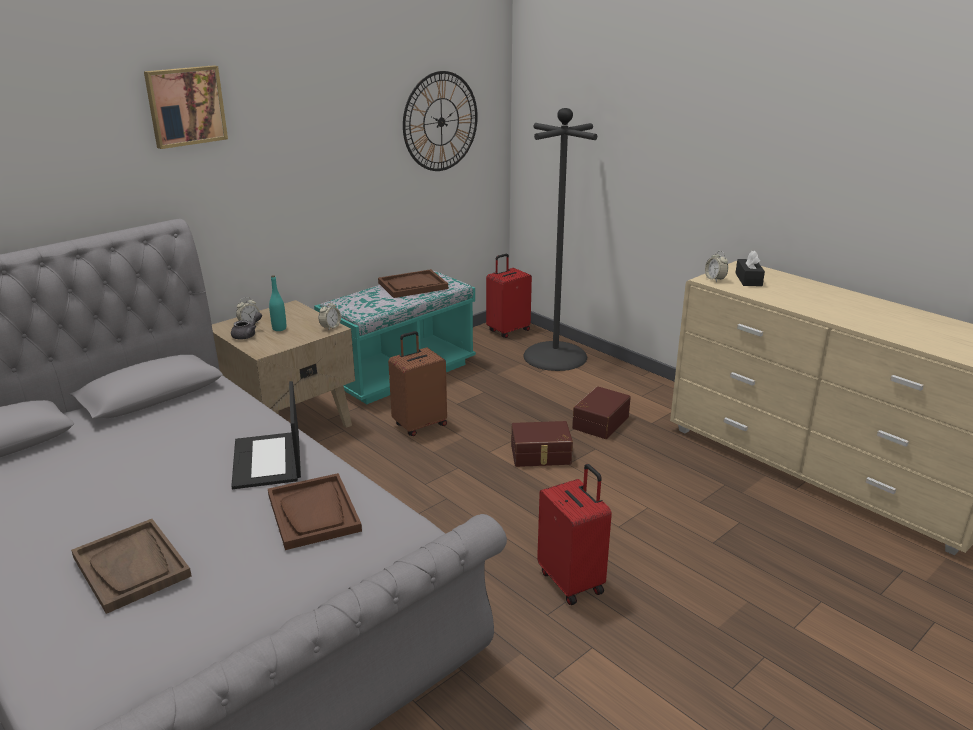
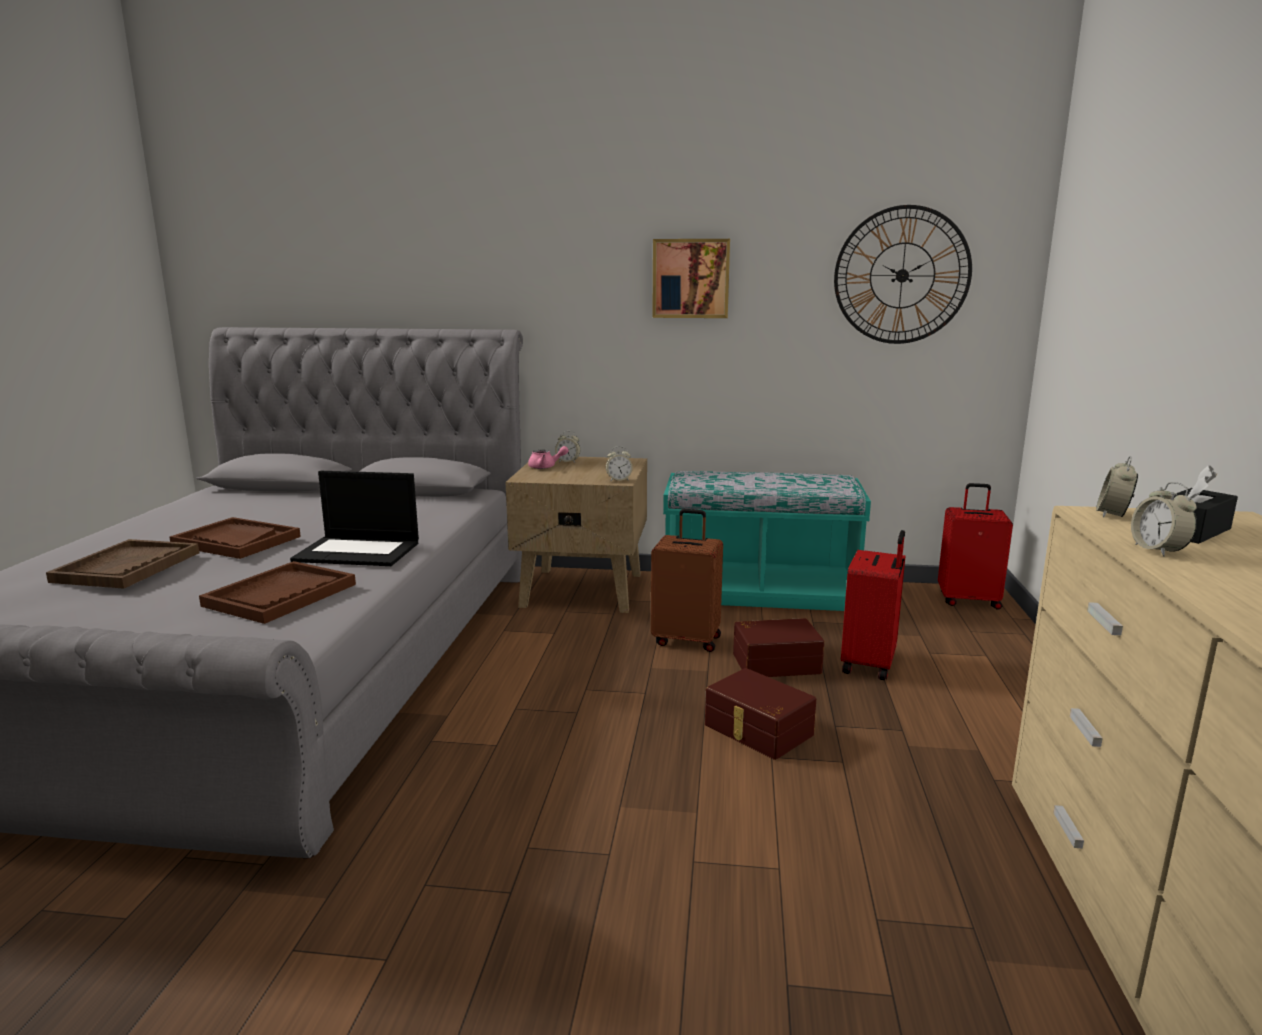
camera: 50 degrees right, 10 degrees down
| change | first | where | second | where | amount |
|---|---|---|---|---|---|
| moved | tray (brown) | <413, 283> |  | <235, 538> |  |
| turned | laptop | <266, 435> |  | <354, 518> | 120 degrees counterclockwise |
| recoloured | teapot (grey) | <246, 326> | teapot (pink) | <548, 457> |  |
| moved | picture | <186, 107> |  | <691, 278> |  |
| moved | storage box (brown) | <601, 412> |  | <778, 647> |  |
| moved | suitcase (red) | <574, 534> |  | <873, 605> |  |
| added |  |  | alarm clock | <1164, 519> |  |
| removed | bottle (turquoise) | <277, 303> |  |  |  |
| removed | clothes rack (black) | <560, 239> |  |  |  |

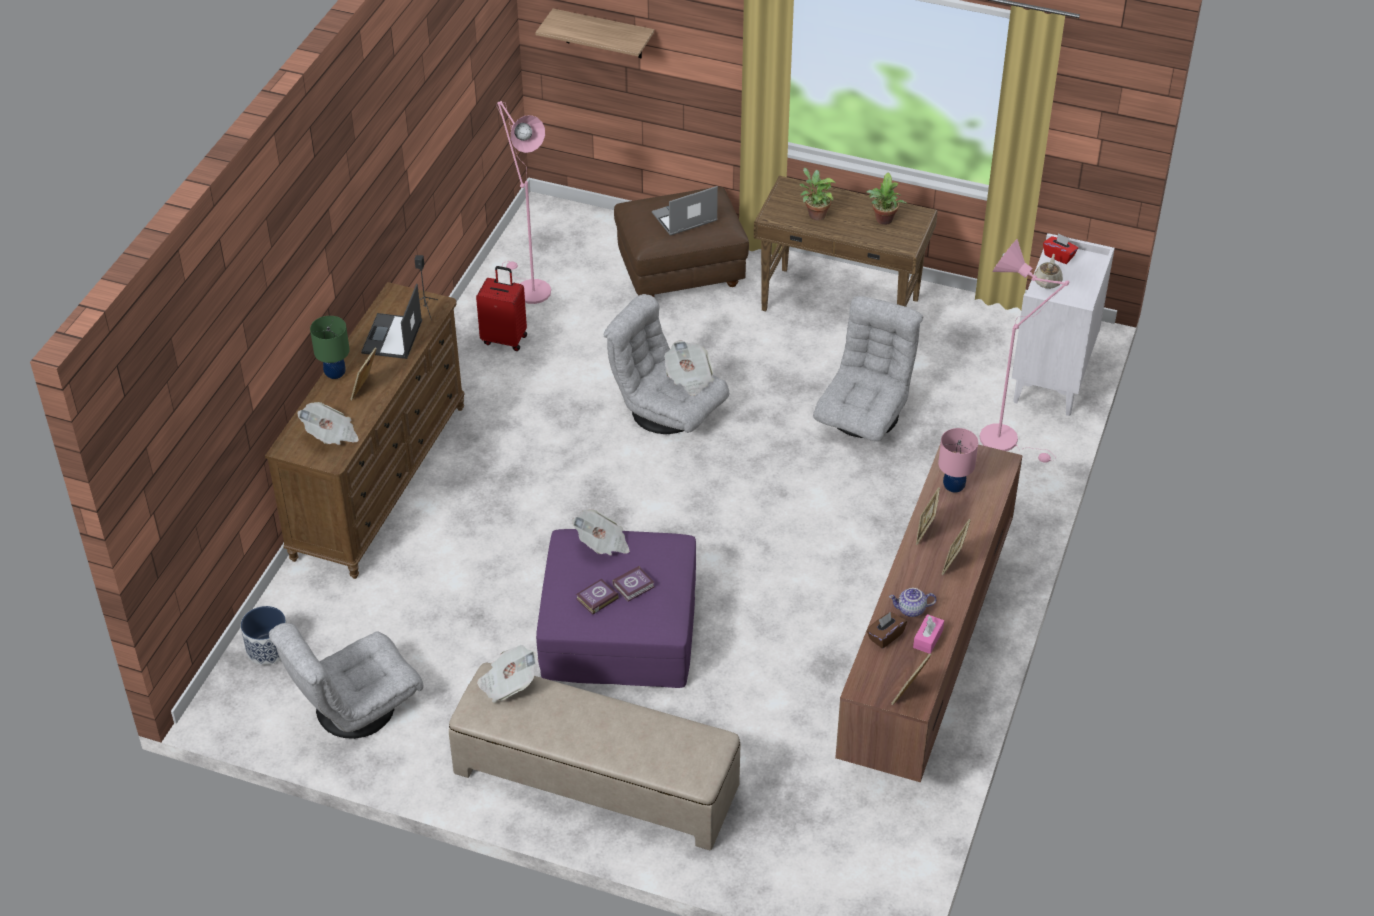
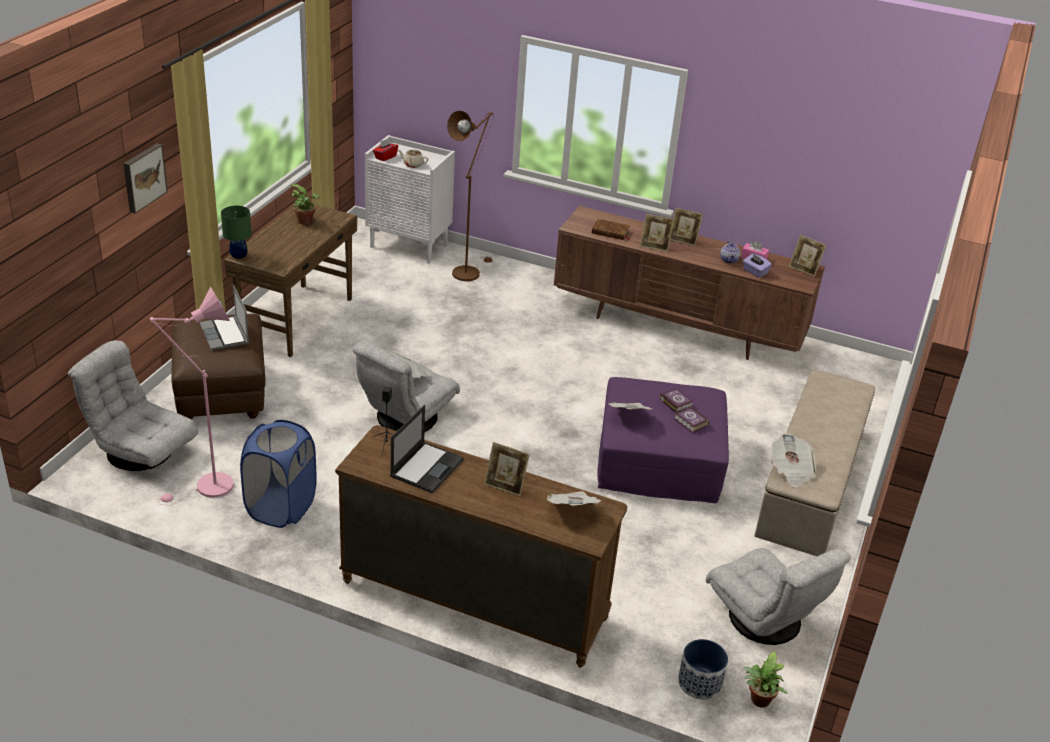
camera: 90 degrees left, 10 degrees down
| change | first | where | second | where | amount |
|---|---|---|---|---|---|
| moved | armchair (grey) | <868, 368> |  | <133, 405> |  |
| added |  |  | picture | <145, 178> |  |
| moved | table lamp (green) | <330, 347> |  | <236, 232> |  |
| replaced | suitcase (red) | <501, 308> | laundry basket (blue) | <278, 474> |  |
| turned | laptop | <391, 321> |  | <427, 449> | 75 degrees counterclockwise |
| recoloured | floor lamp (pink) | <1024, 351> | floor lamp (brown) | <470, 196> |  |
| replaced | table lamp (pink) | <958, 460> | book (brown) | <611, 229> |  |
| recoloured | tissue box (brown) | <886, 630> | tissue box (purple) | <757, 265> |  |
| moved | potted plant | <817, 194> |  | <765, 679> |  |
| removed | shelf | <594, 33> |  |  |  |

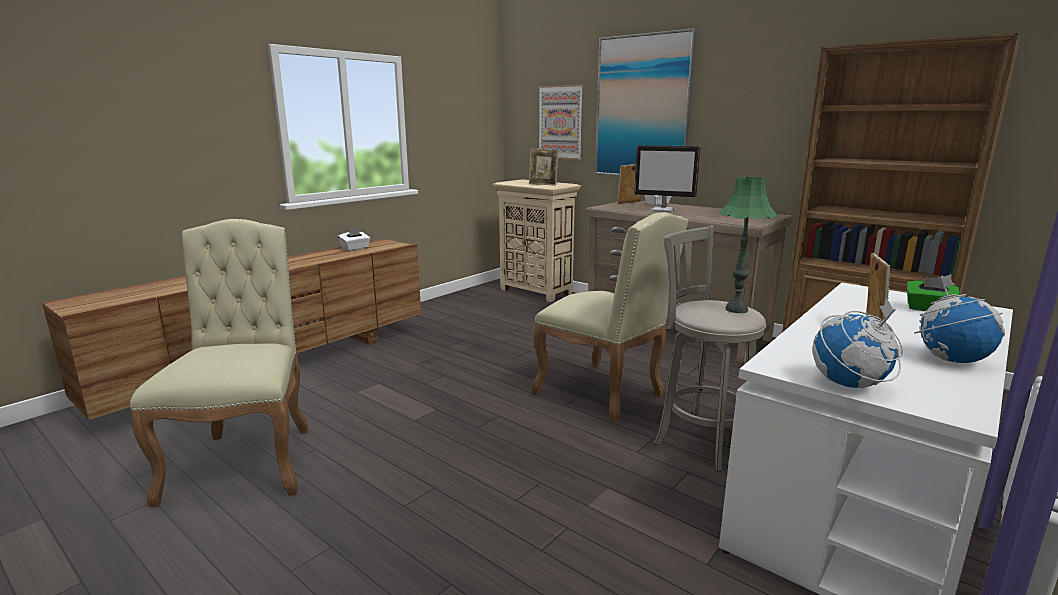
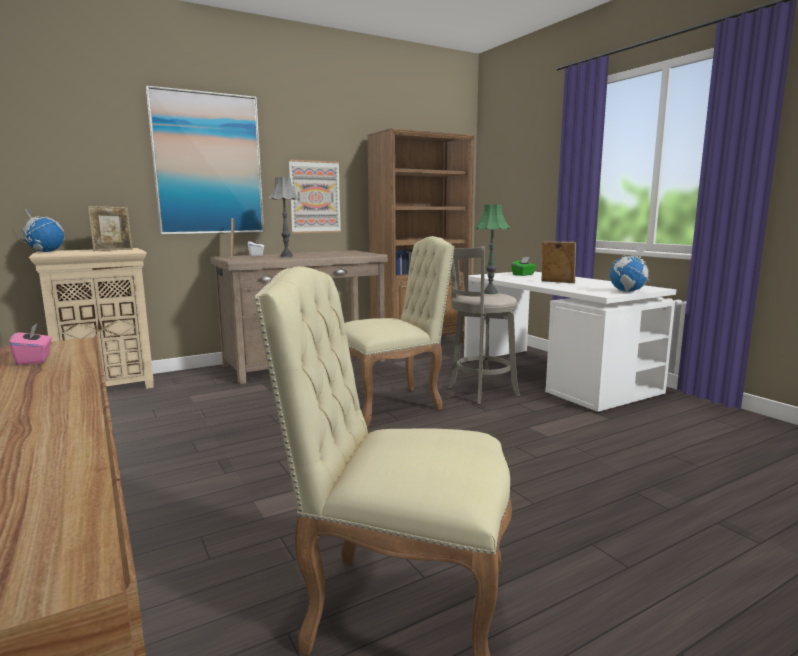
camera: 70 degrees left, 5 degrees down
| change | first | where | second | where | amount |
|---|---|---|---|---|---|
| recoloured | tissue box (white) | <354, 239> | tissue box (pink) | <30, 344> |  |
| moved | globe | <959, 318> |  | <43, 229> |  |
| replaced | monitor | <667, 178> | table lamp (grey) | <283, 217> |  |
| moved | picture | <561, 122> |  | <315, 196> |  |

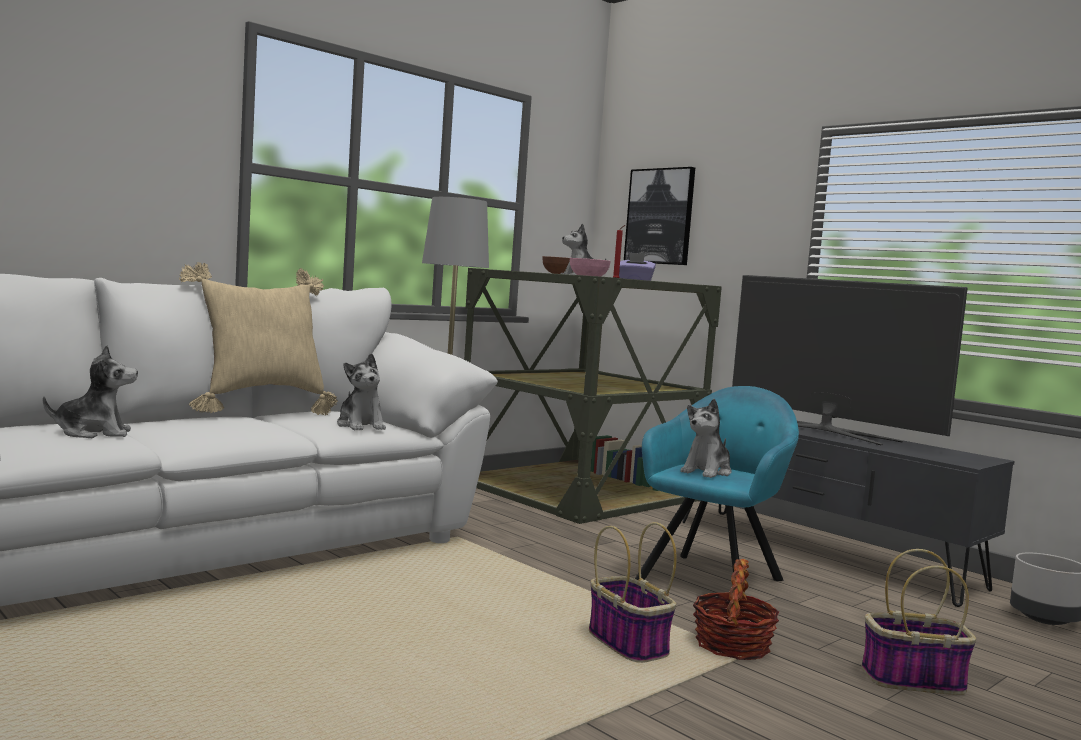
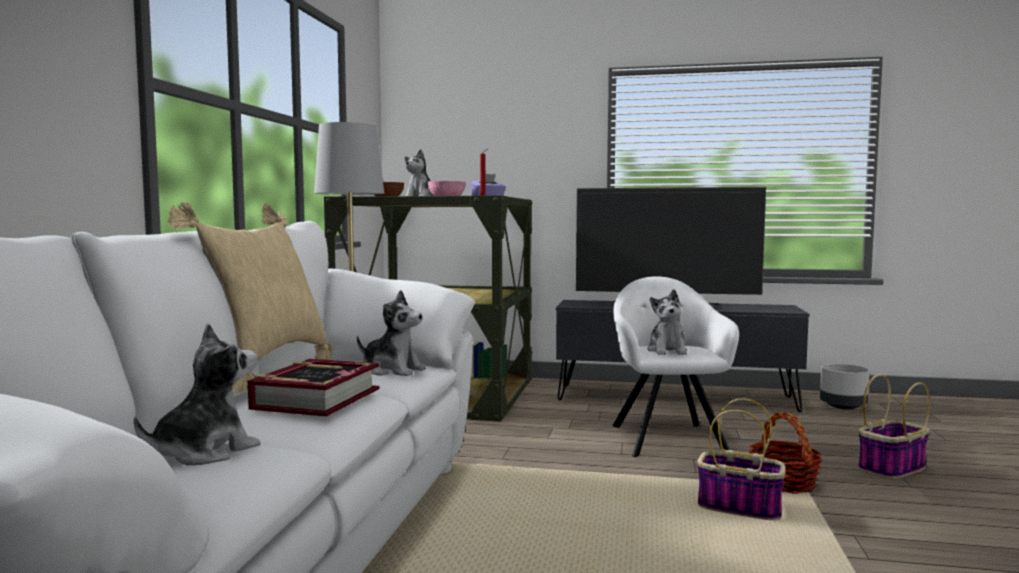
camera: 35 degrees left, 0 degrees up
| change | first | where | second | where | amount |
|---|---|---|---|---|---|
| added |  |  | book | <313, 388> |  |
| recoloured | armchair (turquoise) | <717, 483> | armchair (white) | <675, 366> |  |
| removed | picture | <659, 216> |  |  |  |

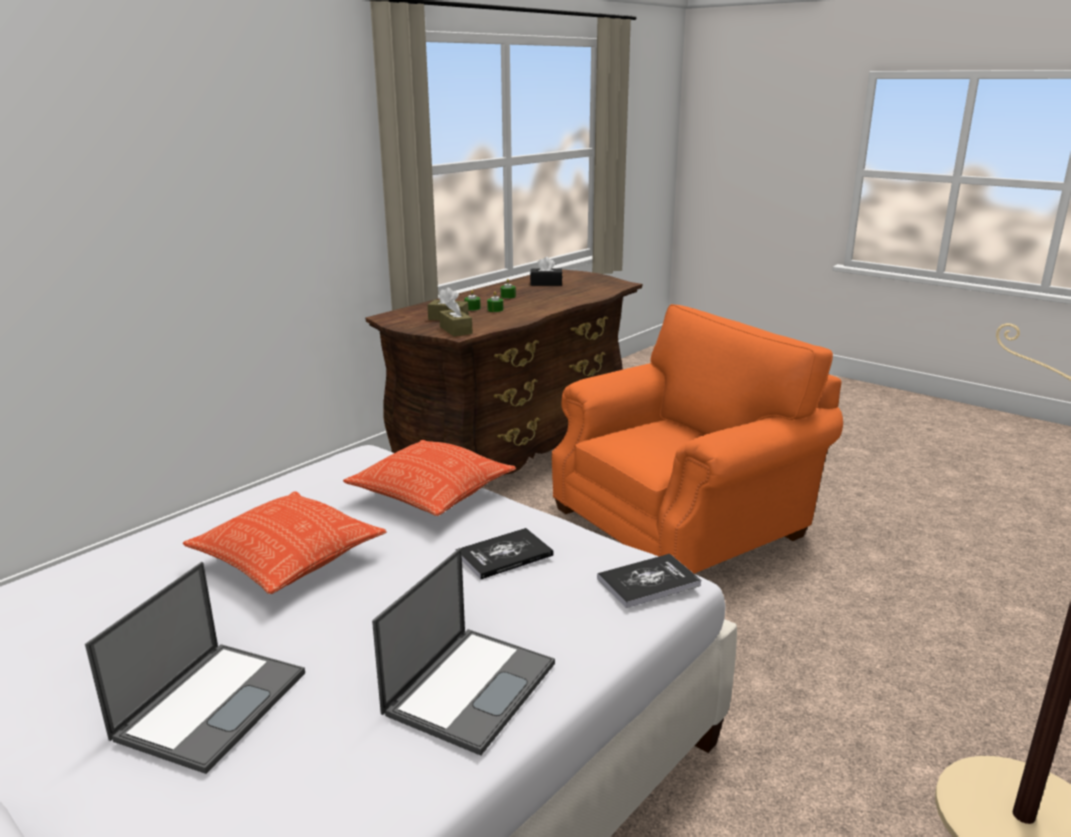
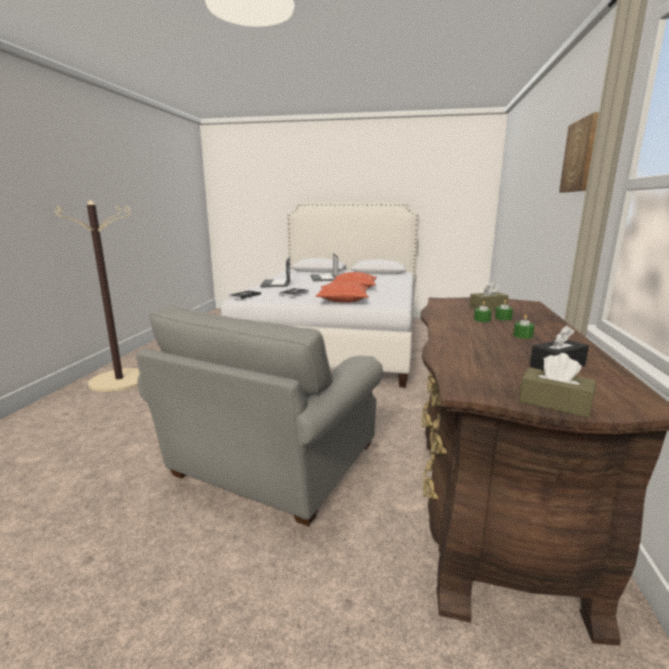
camera: 150 degrees right, 5 degrees down
| change | first | where | second | where | amount |
|---|---|---|---|---|---|
| recoloured | armchair (orange) | <697, 439> | armchair (grey) | <259, 416> |  |
| moved | tissue box (brown) | <456, 318> |  | <557, 385> |  |
| added |  |  | picture | <579, 152> |  |

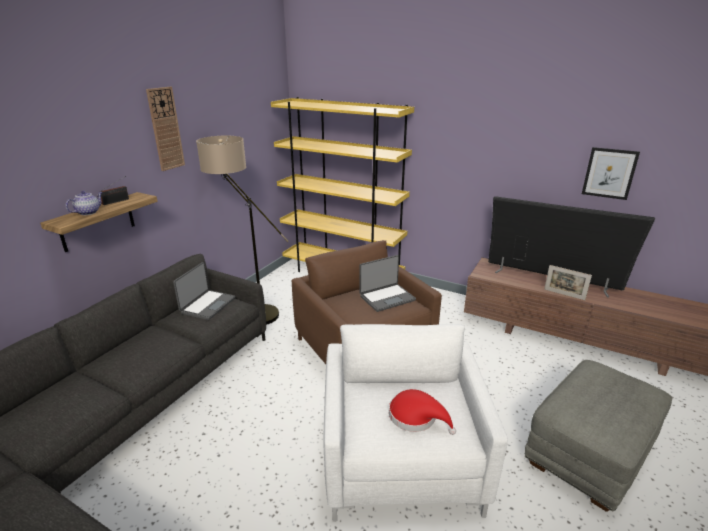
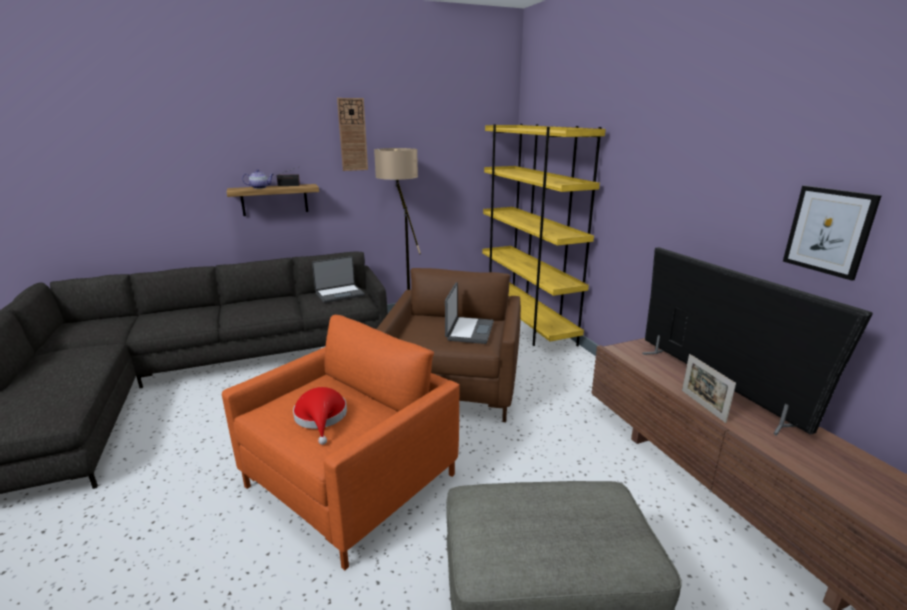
camera: 40 degrees right, 5 degrees down
| change | first | where | second | where | amount |
|---|---|---|---|---|---|
| recoloured | armchair (white) | <416, 422> | armchair (orange) | <341, 442> |  |
| turned | laptop | <387, 283> |  | <469, 313> | 90 degrees counterclockwise |

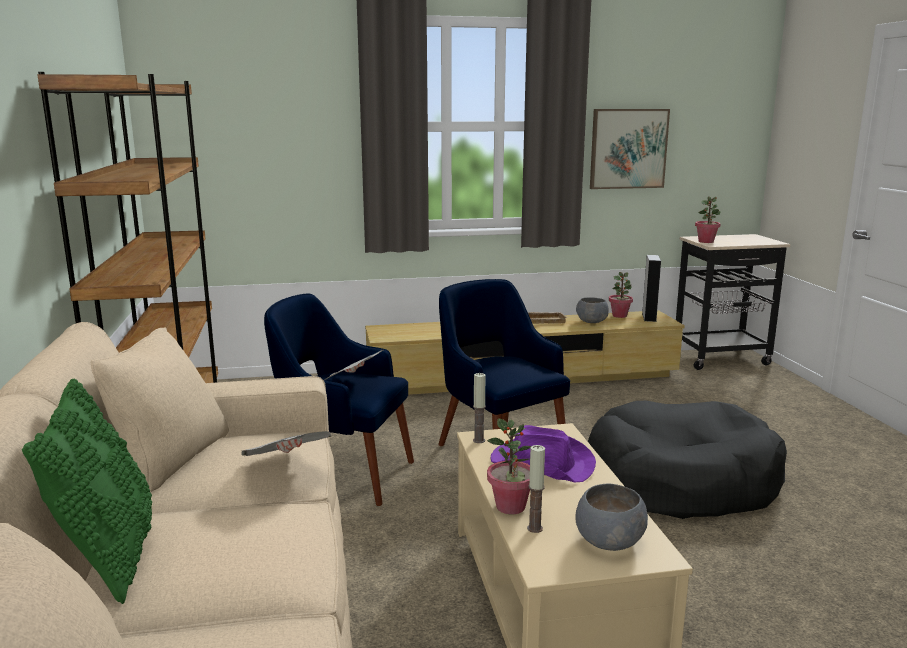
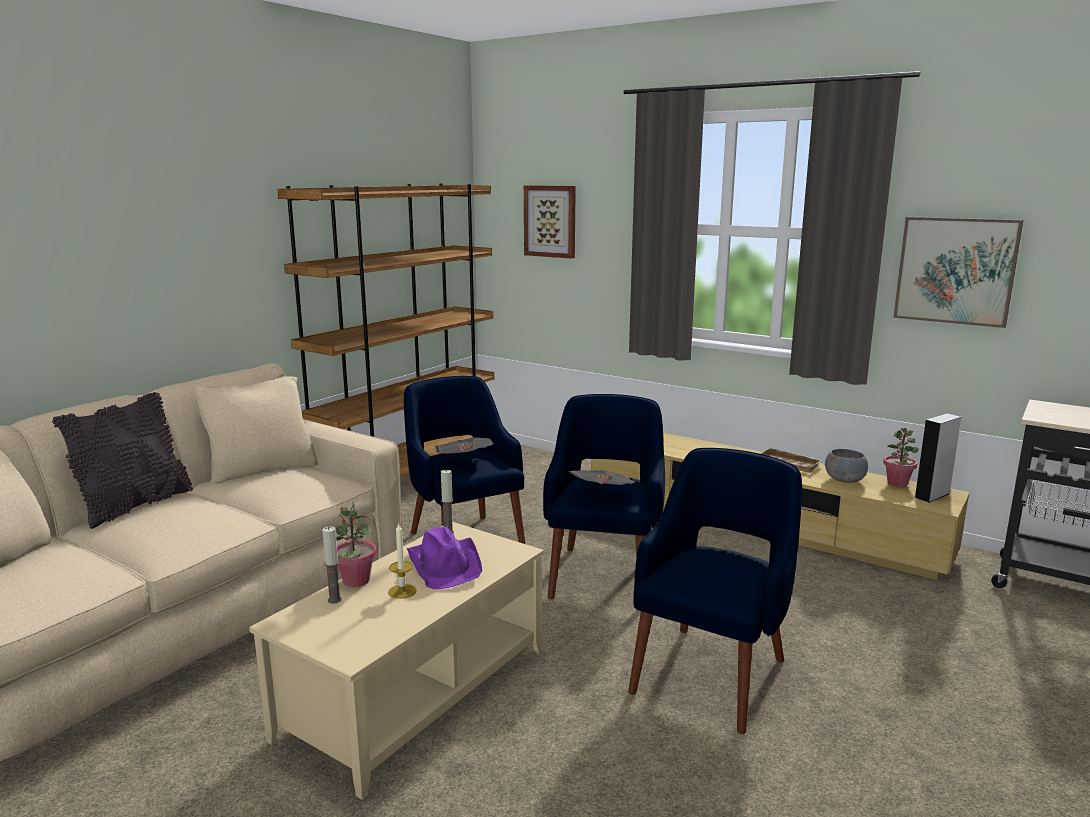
camera: 45 degrees right, 0 degrees up
| change | first | where | second | where | amount |
|---|---|---|---|---|---|
| recoloured | pillow (green) | <87, 491> | pillow (black) | <122, 460> |  |
| added |  |  | candle | <402, 560> |  |
| added |  |  | picture | <550, 222> |  |
| moved | newspaper | <286, 443> |  | <601, 477> |  |
| replaced | dog bed (black) | <687, 460> | armchair (blue) | <715, 591> |  |
| removed | bowl (grey) | <611, 517> |  |  |  |
| removed | potted plant | <708, 219> |  |  |  |

